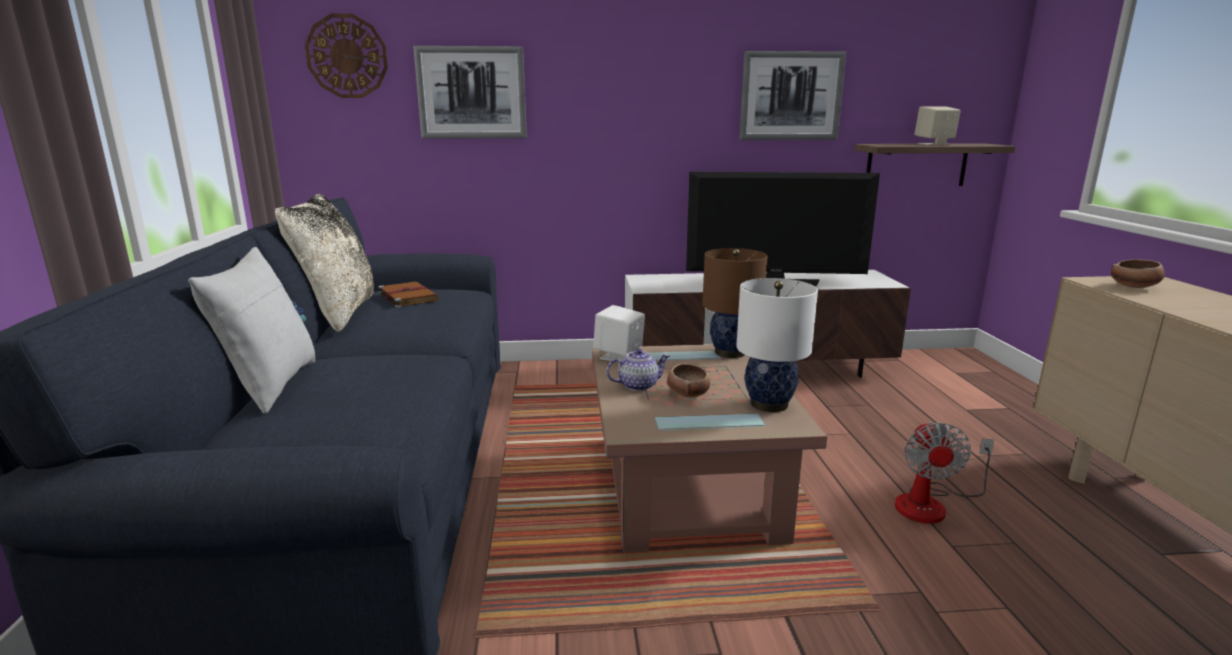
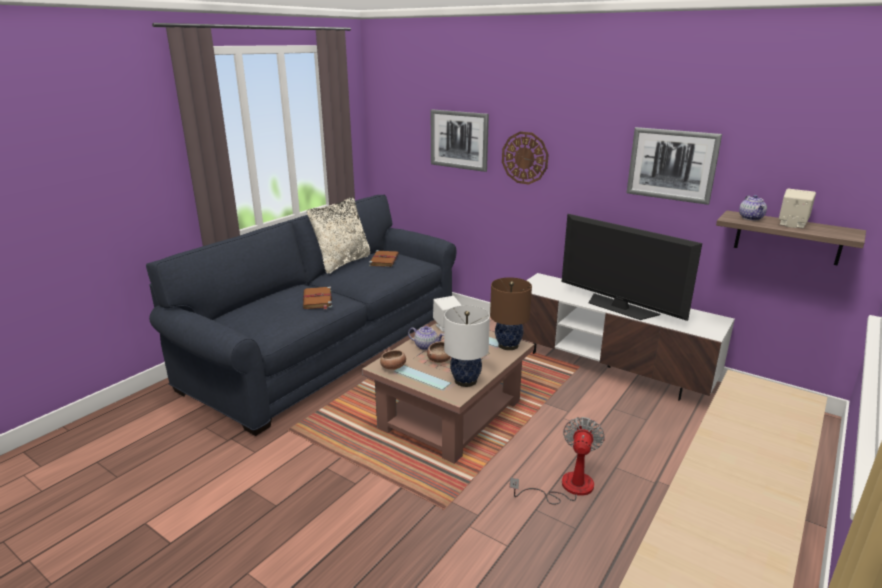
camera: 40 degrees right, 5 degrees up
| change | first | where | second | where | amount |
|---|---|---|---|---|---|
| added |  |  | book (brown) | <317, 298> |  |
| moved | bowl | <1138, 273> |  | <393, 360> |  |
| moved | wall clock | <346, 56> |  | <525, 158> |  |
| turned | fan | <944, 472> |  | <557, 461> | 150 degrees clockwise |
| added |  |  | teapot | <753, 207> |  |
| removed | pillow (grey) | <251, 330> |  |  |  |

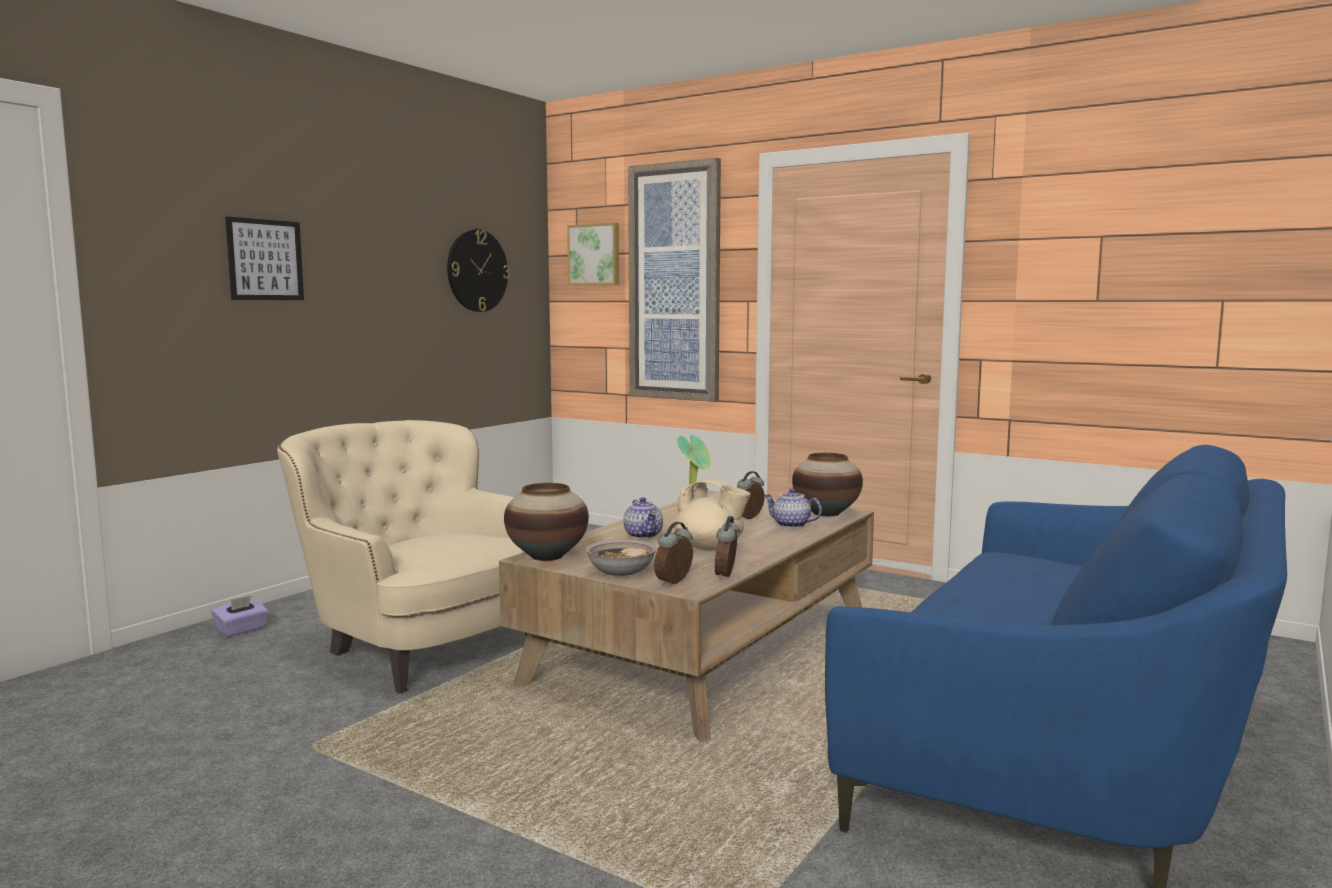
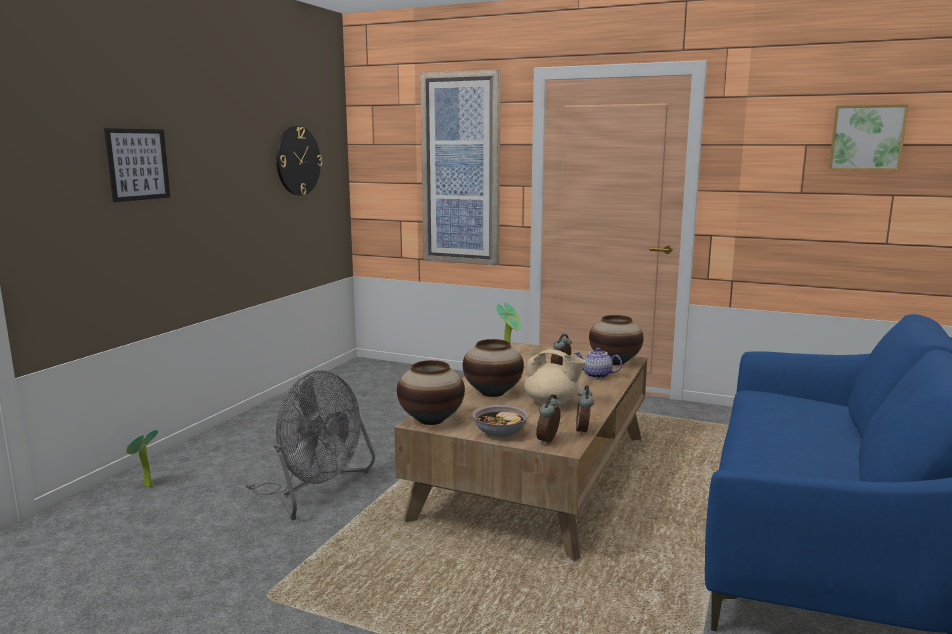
camera: 10 degrees left, 5 degrees up
| change | first | where | second | where | amount |
|---|---|---|---|---|---|
| replaced | tissue box (purple) | <240, 616> | potted plant | <142, 459> |  |
| replaced | armchair (beige) | <402, 557> | fan (grey) | <310, 445> |  |
| replaced | teapot | <643, 518> | vase | <493, 368> |  |
| moved | picture | <593, 254> |  | <869, 137> |  |

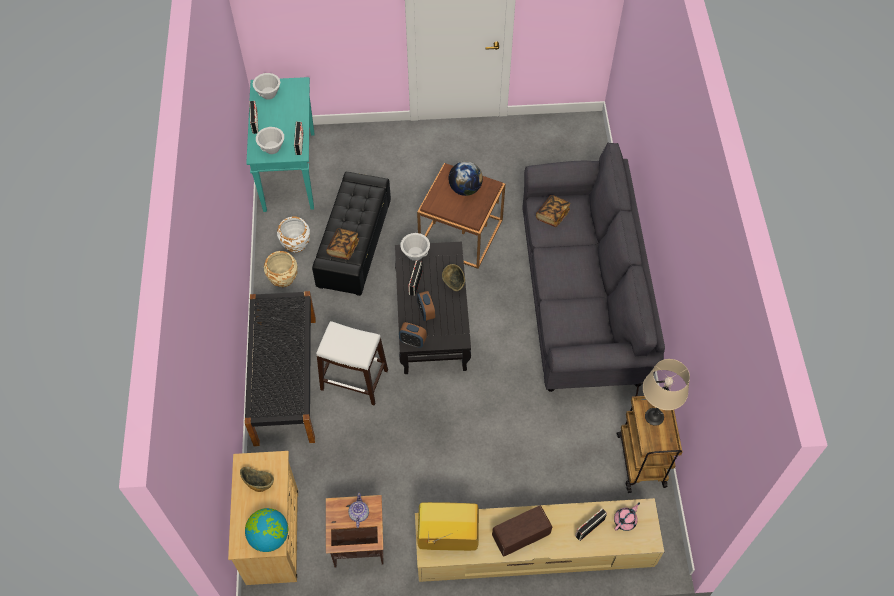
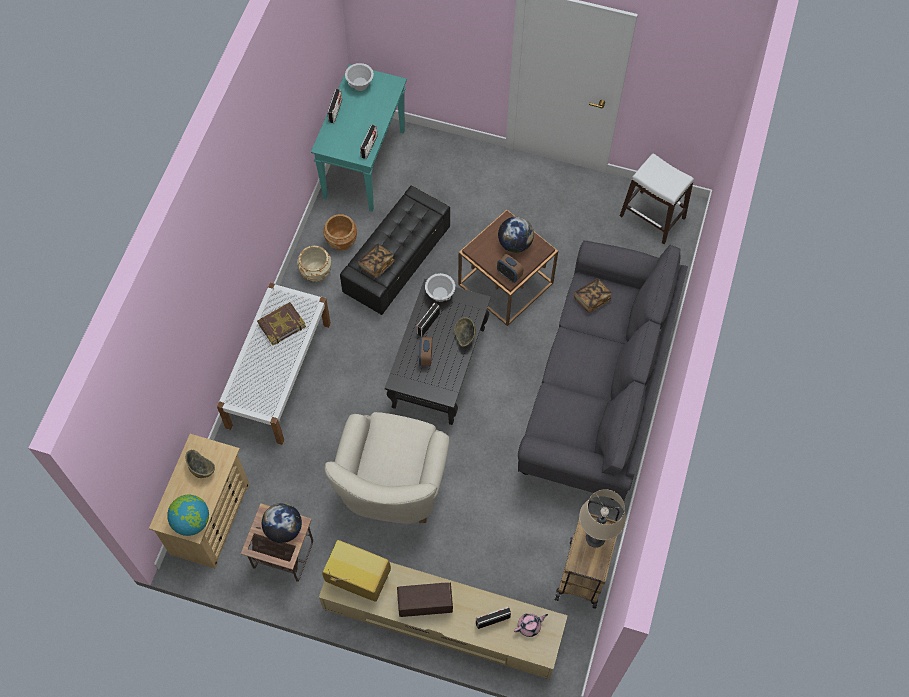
camera: 20 degrees right, 5 degrees up
| change | first | where | second | where | amount |
|---|---|---|---|---|---|
| recoloured | bench (black) | <280, 369> | bench (white) | <274, 364> |  |
| added |  |  | book | <281, 323> |  |
| replaced | teapot | <358, 510> | globe | <282, 523> |  |
| recoloured | planter (white) | <293, 234> | planter (brown) | <340, 232> |  |
| added |  |  | armchair (beige) | <387, 468> |  |
| moved | alarm clock | <413, 335> |  | <510, 268> |  |
| moved | stool (white) | <352, 363> |  | <657, 199> |  |
| removed | bowl (white) | <270, 140> |  |  |  |

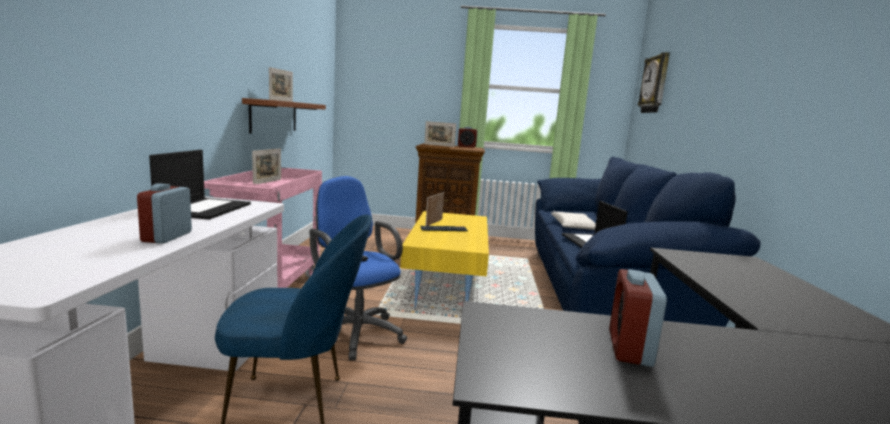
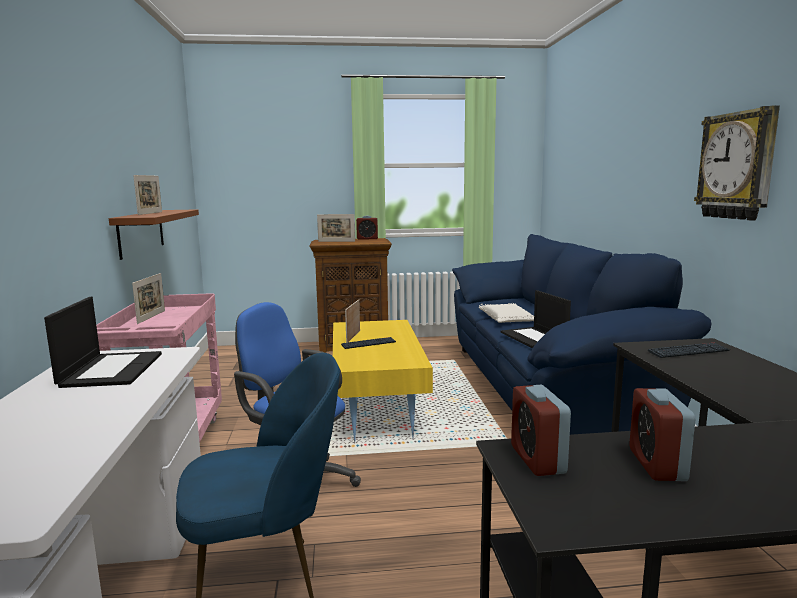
camera: 10 degrees left, 0 degrees up
| change | first | where | second | where | amount |
|---|---|---|---|---|---|
| moved | alarm clock | <164, 213> |  | <541, 430> |  |
| added |  |  | keyboard | <689, 350> |  |
| moved | wall clock | <654, 82> |  | <737, 163> |  |

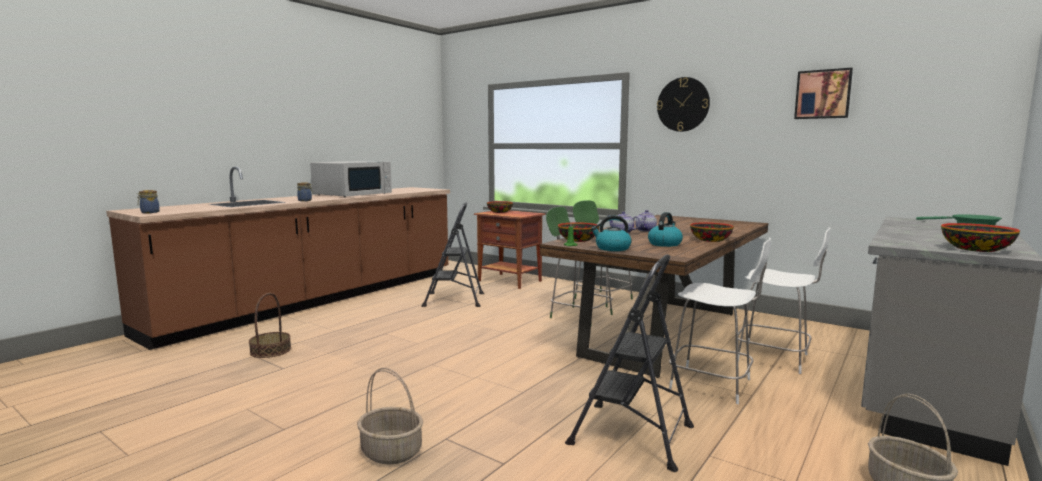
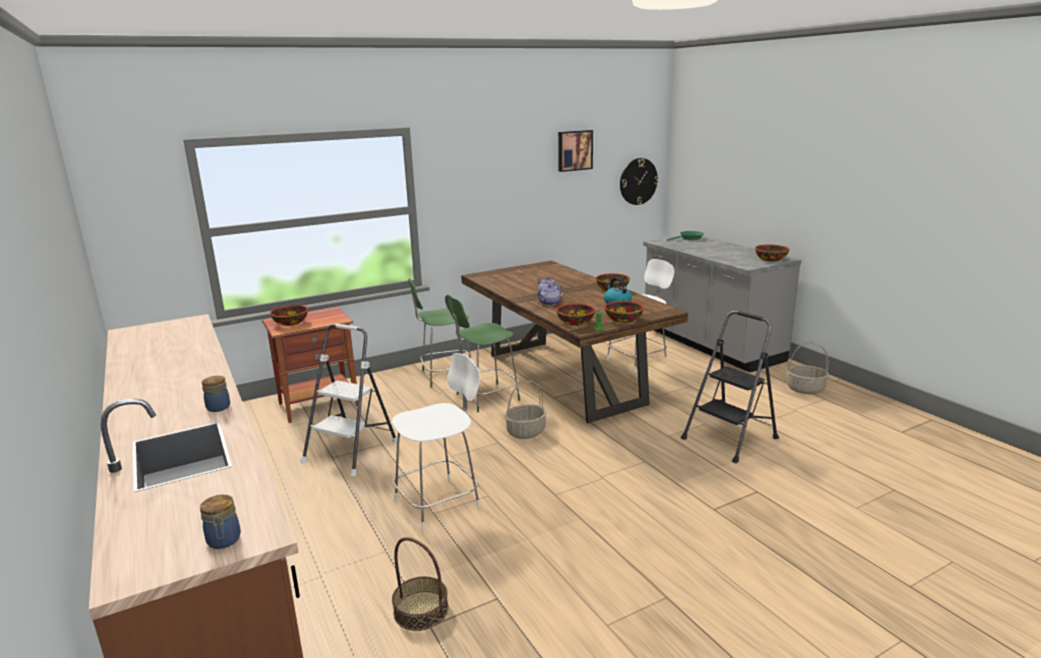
camera: 65 degrees left, 10 degrees up
| change | first | where | second | where | amount |
|---|---|---|---|---|---|
| recoloured | step ladder (black) | <452, 254> | step ladder (white) | <348, 400> |  |
| moved | chair (white) | <720, 321> |  | <436, 442> |  |
| moved | basket | <390, 416> |  | <526, 409> |  |
| replaced | kettle | <611, 233> | bowl | <624, 312> |  |
| moved | wall clock | <683, 104> |  | <639, 181> |  |
| removed | microwave (white) | <351, 179> |  |  |  |

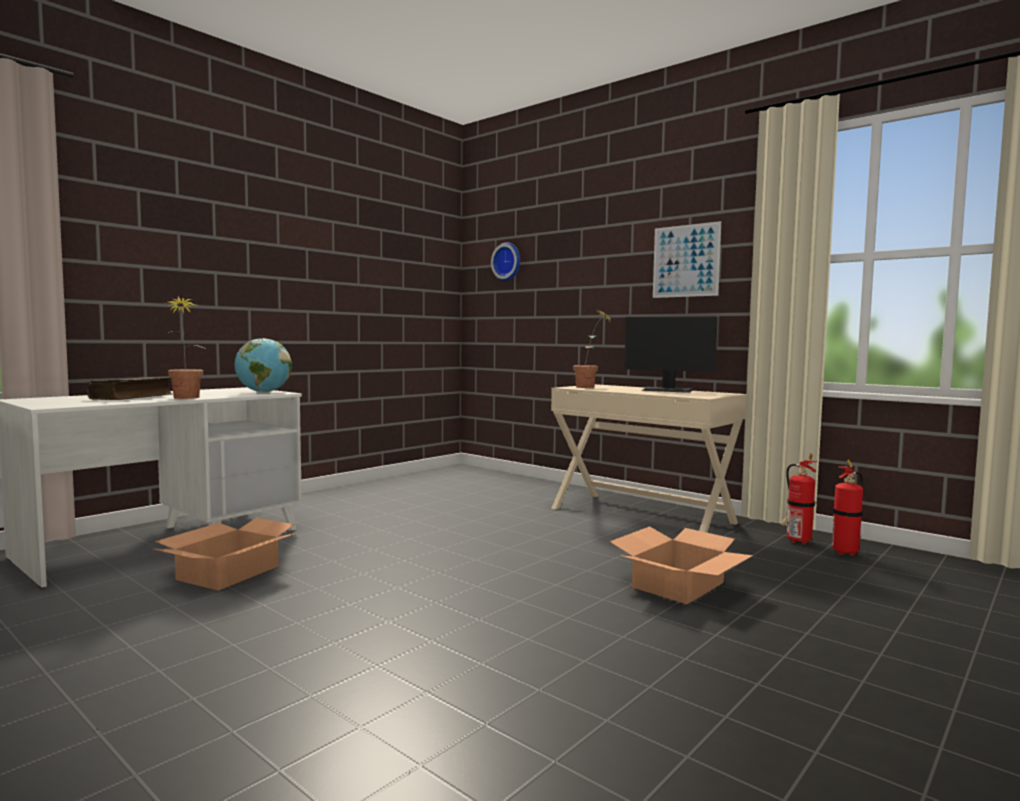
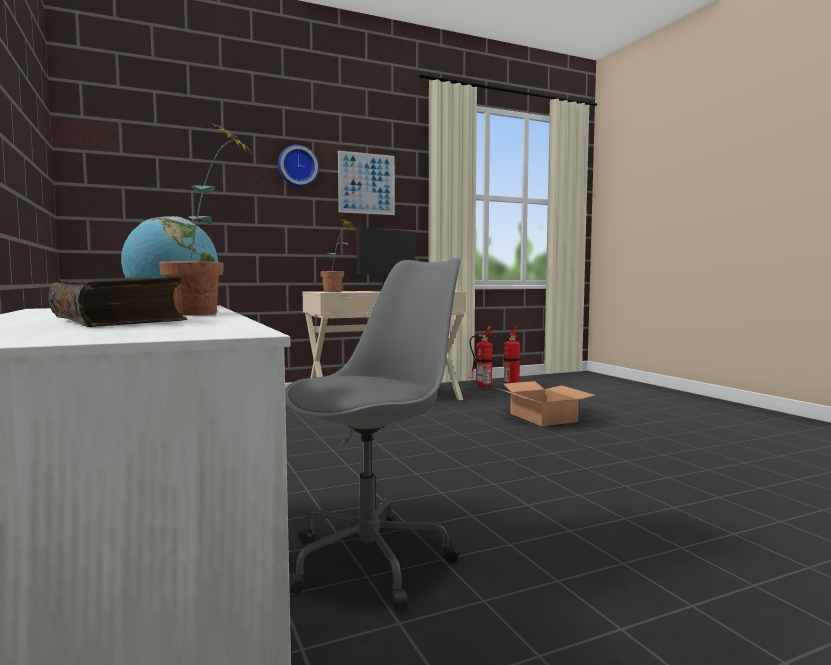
camera: 65 degrees left, 0 degrees up
| change | first | where | second | where | amount |
|---|---|---|---|---|---|
| moved | wall clock | <505, 261> |  | <298, 166> |  |
| replaced | cardboard box | <225, 554> | office chair (grey) | <372, 434> |  |

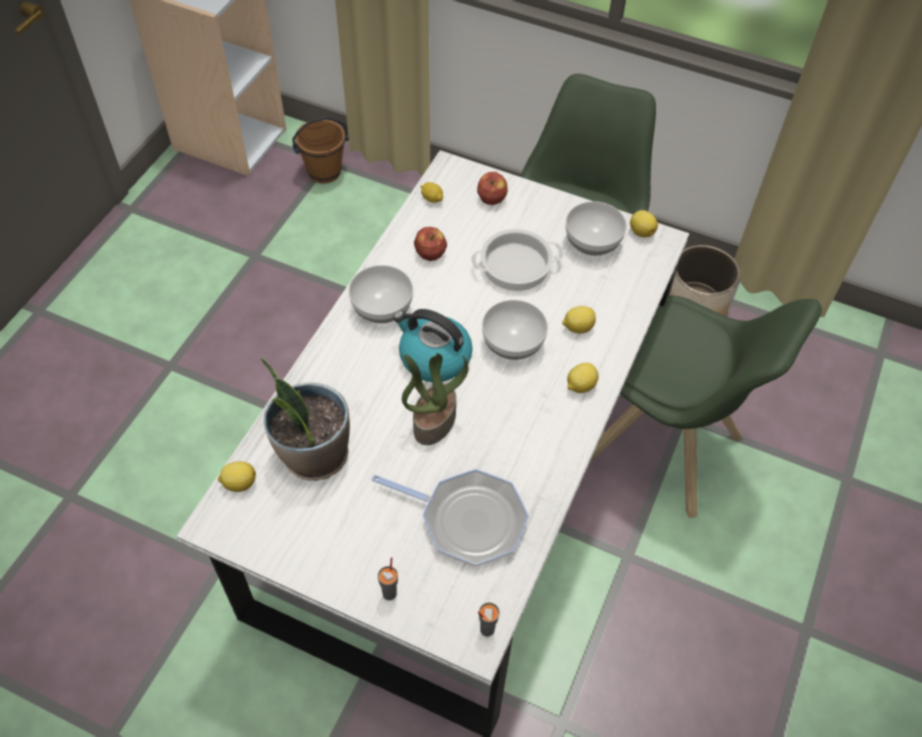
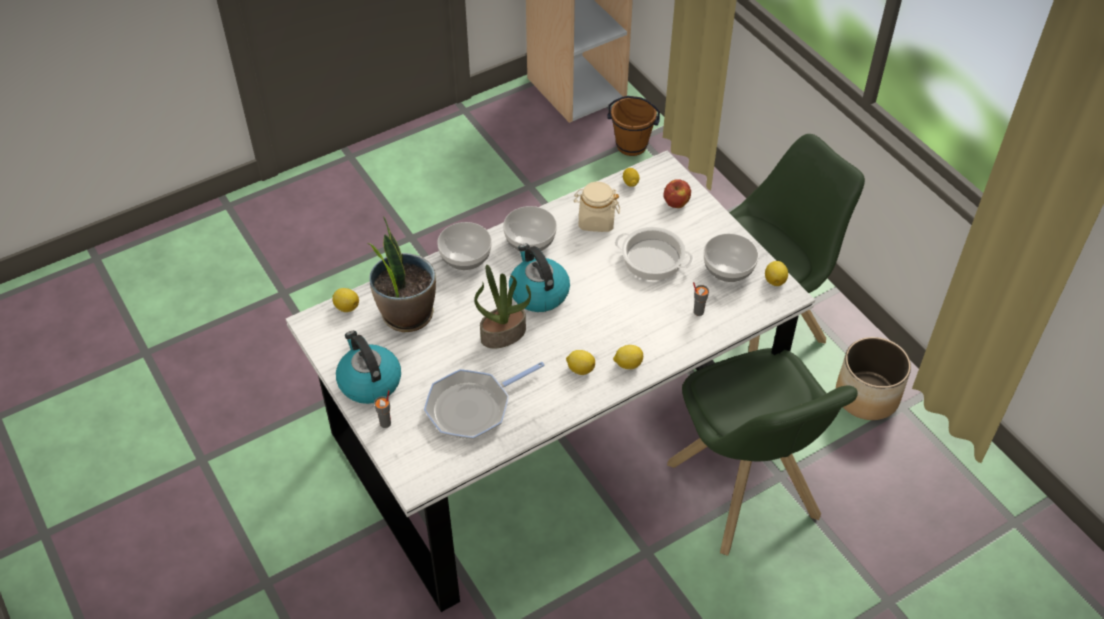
camera: 35 degrees right, 5 degrees down
| change | first | where | second | where | amount |
|---|---|---|---|---|---|
| added |  |  | kettle | <368, 367> |  |
| turned | frying pan | <450, 517> |  | <484, 401> | 90 degrees clockwise |
| moved | bowl | <515, 330> |  | <464, 246> |  |
| moved | lemon | <579, 319> |  | <580, 362> |  |
| replaced | apple | <430, 244> | jar (beige) | <597, 207> |  |
| moved | cup (grey) | <489, 619> |  | <701, 299> |  |

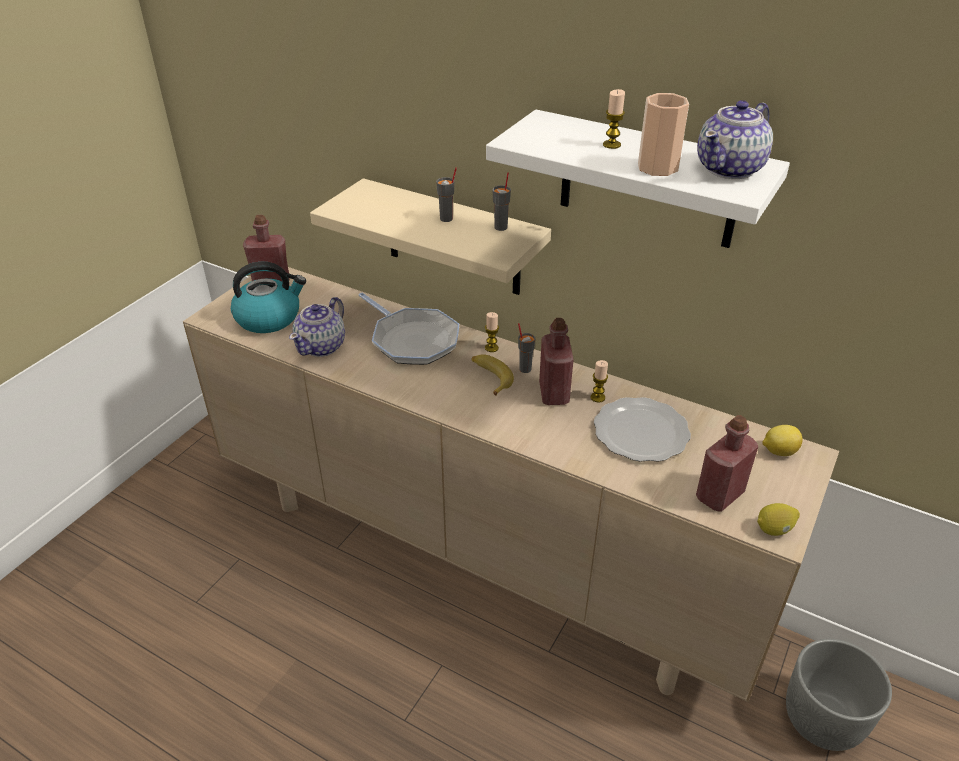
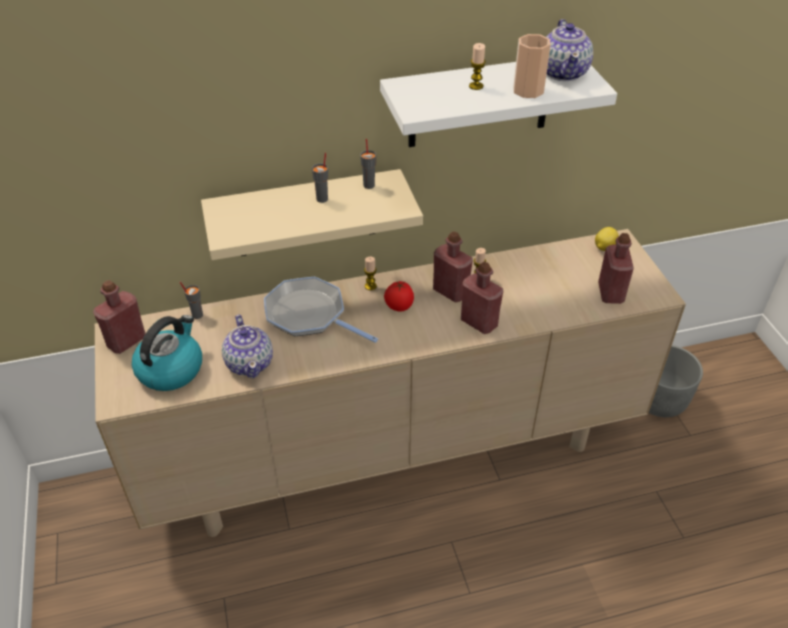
camera: 45 degrees left, 5 degrees up
| change | first | where | second | where | amount |
|---|---|---|---|---|---|
| moved | cup (grey) | <526, 348> |  | <191, 300> |  |
| turned | frying pan | <409, 329> |  | <321, 309> | 150 degrees counterclockwise |
| replaced | banana | <492, 375> | tomato | <399, 296> |  |
| added |  |  | bottle (red) | <482, 298> |  |
| removed | plate | <642, 429> |  |  |  |
| removed | lemon | <778, 519> |  |  |  |

